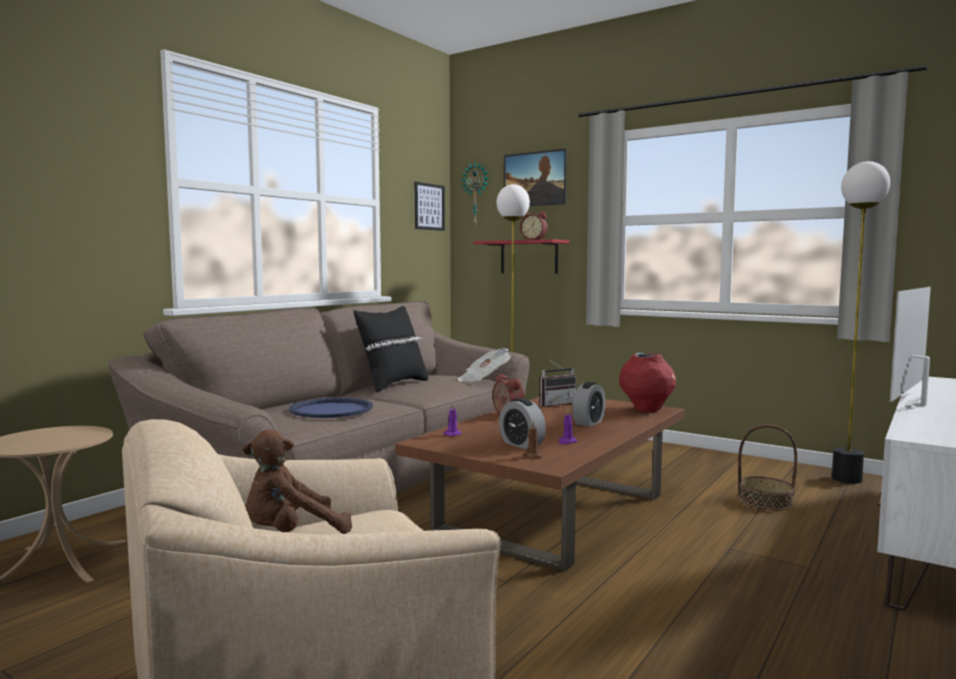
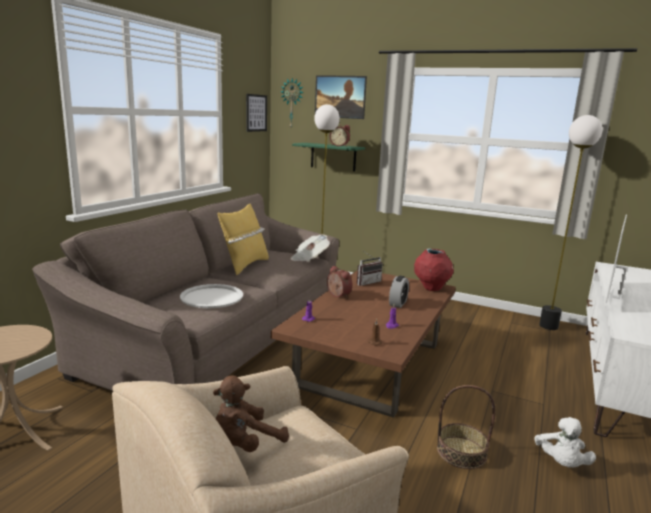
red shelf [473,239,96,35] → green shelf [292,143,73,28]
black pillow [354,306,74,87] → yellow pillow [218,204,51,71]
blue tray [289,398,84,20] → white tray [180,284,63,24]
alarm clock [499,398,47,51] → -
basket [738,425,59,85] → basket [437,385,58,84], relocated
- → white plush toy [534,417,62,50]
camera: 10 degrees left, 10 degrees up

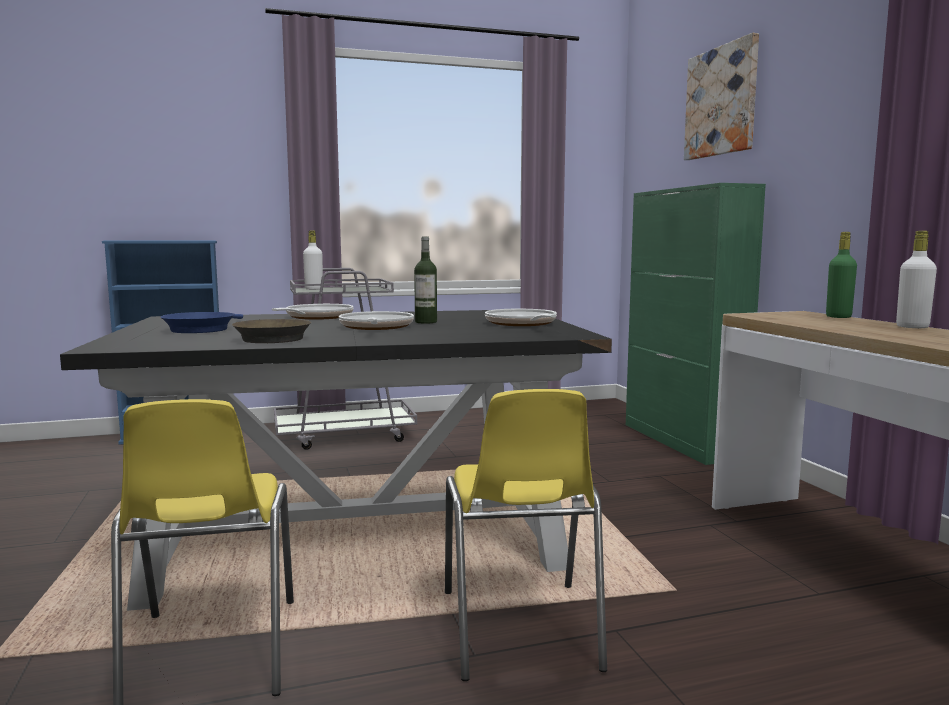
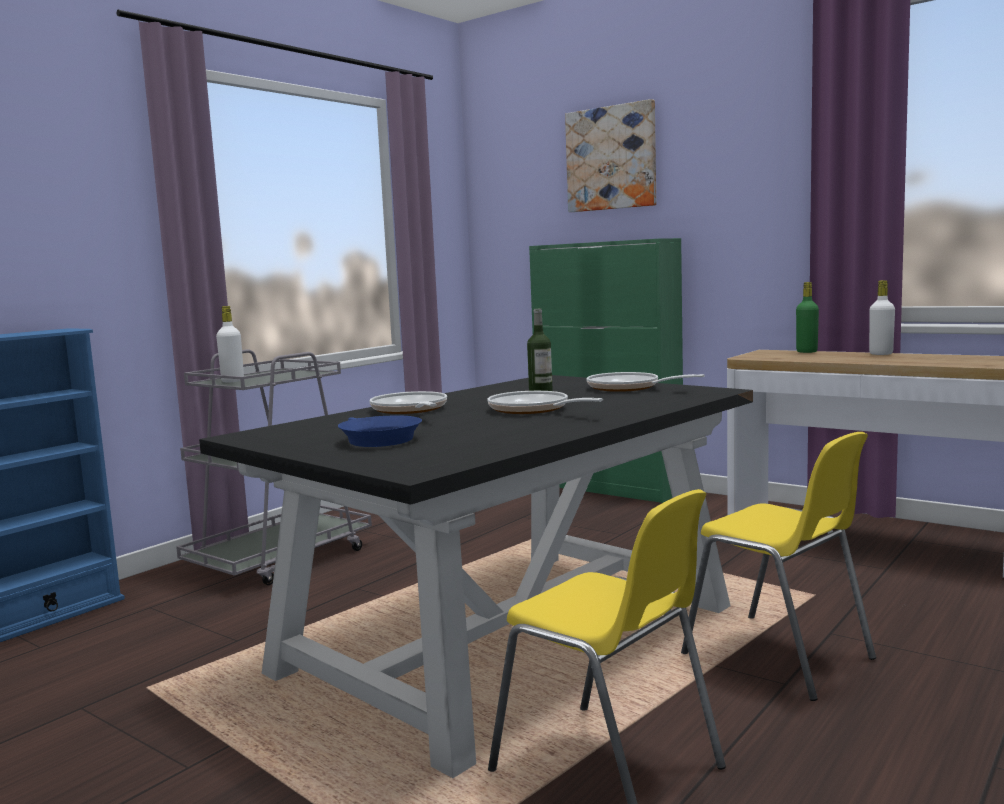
brown frying pan [232,319,80,24] → -
camera: 35 degrees left, 0 degrees up

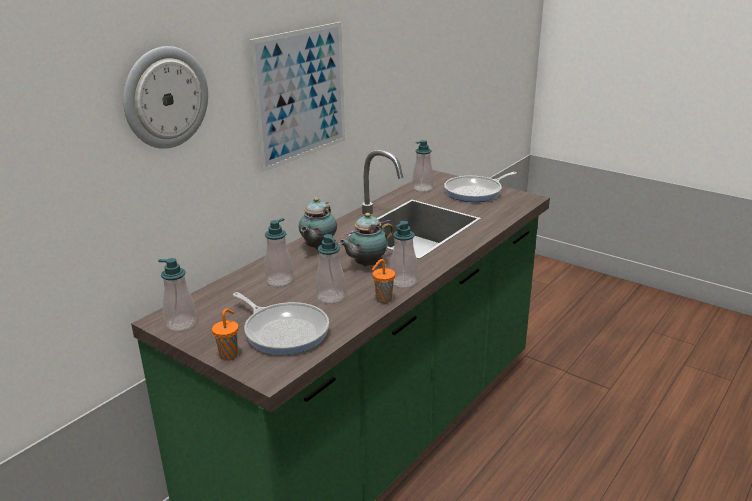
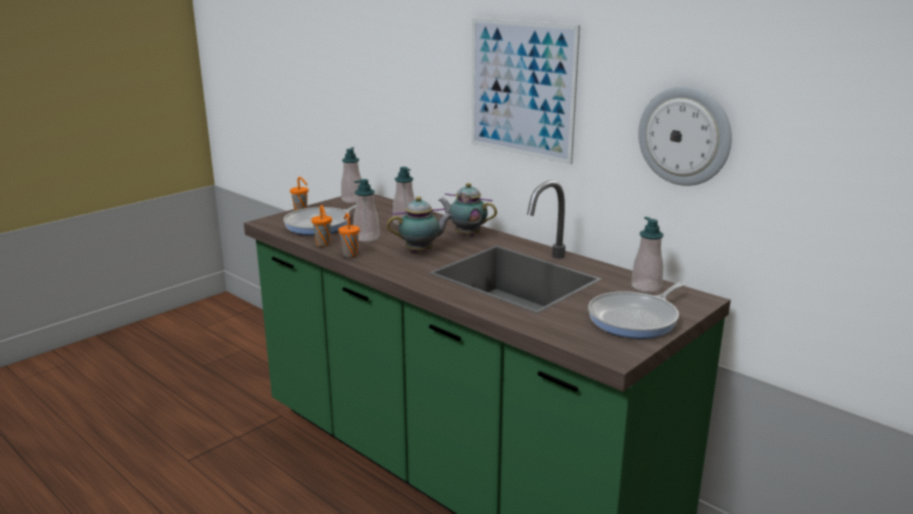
wall clock [123,46,85,103] → wall clock [638,86,94,100], relocated
frying pan [444,172,73,30] → frying pan [588,282,97,56], 105 degrees counterclockwise
teapot [338,213,56,53] → teapot [387,196,66,56], 105 degrees clockwise
soap dispenser [390,221,27,67] → -
- → orange cup [311,205,21,41]
camera: 95 degrees right, 5 degrees down

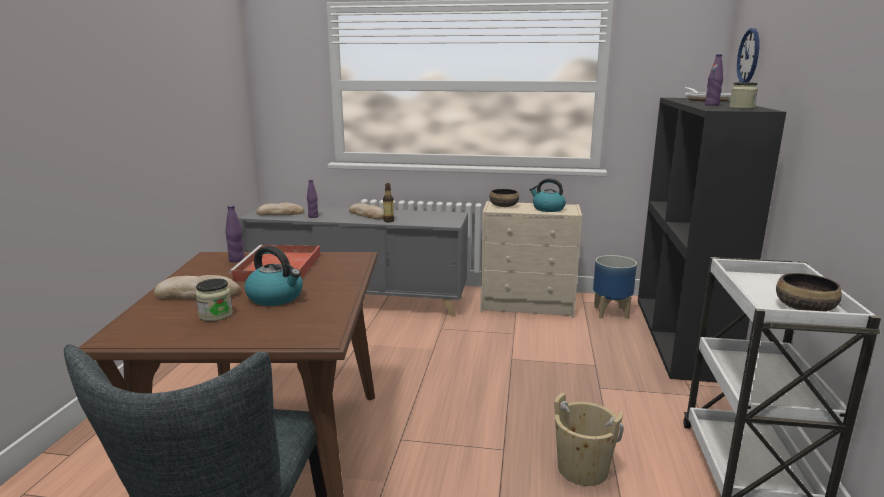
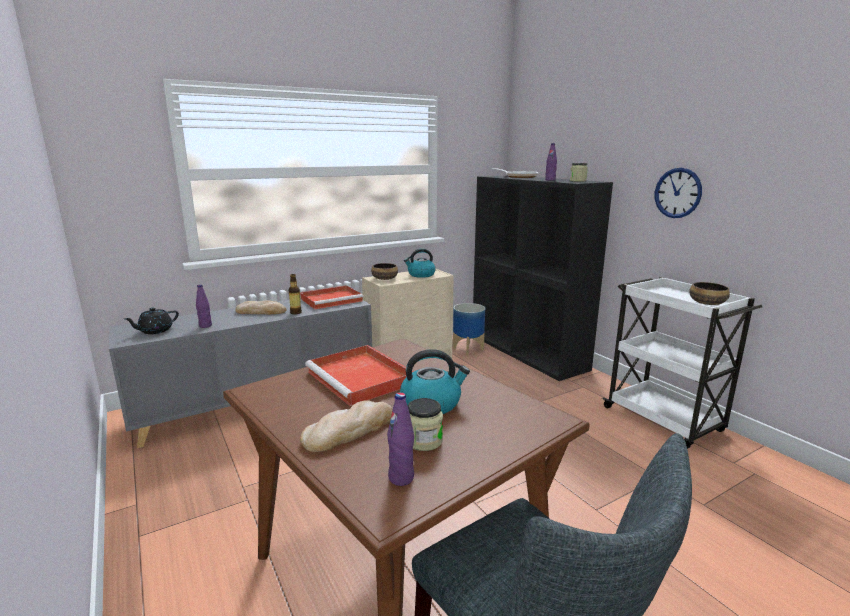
wall clock [737,28,22,54] → wall clock [655,168,47,50], relocated
bread [256,203,48,12] → black teapot [124,307,55,27]
purple bottle [225,205,20,58] → purple bottle [387,392,27,94], relocated
beige bucket [554,393,70,93] → -
- → red tray [300,285,63,24]
camera: 40 degrees left, 0 degrees up

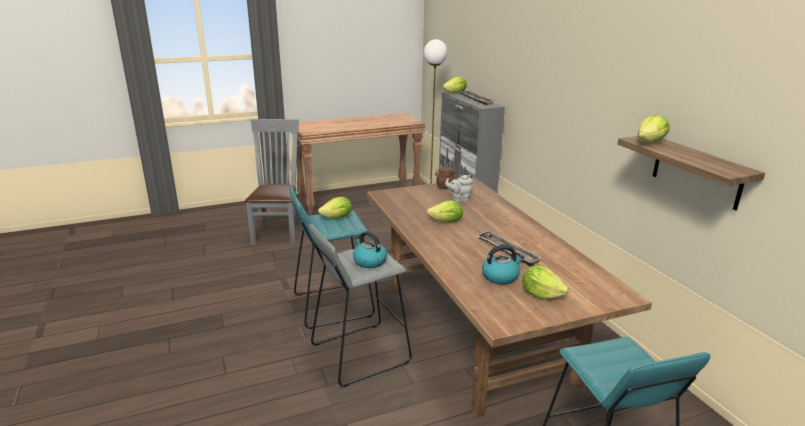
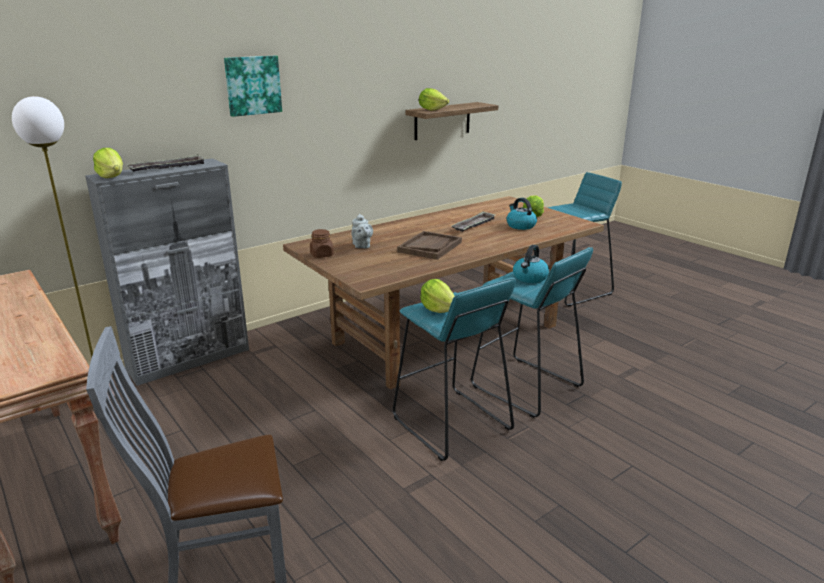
lettuce [426,200,37,23] → brown tray [397,231,65,29]
grey stool [309,224,103,163] → turquoise stool [471,247,122,171]
- → picture [224,56,58,61]
camera: 105 degrees left, 0 degrees up

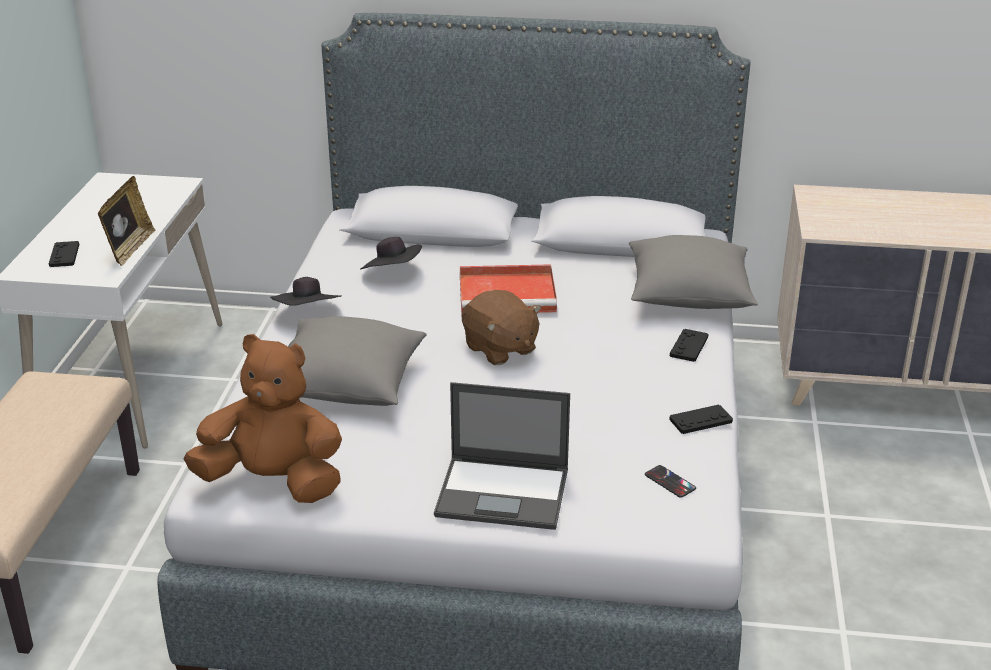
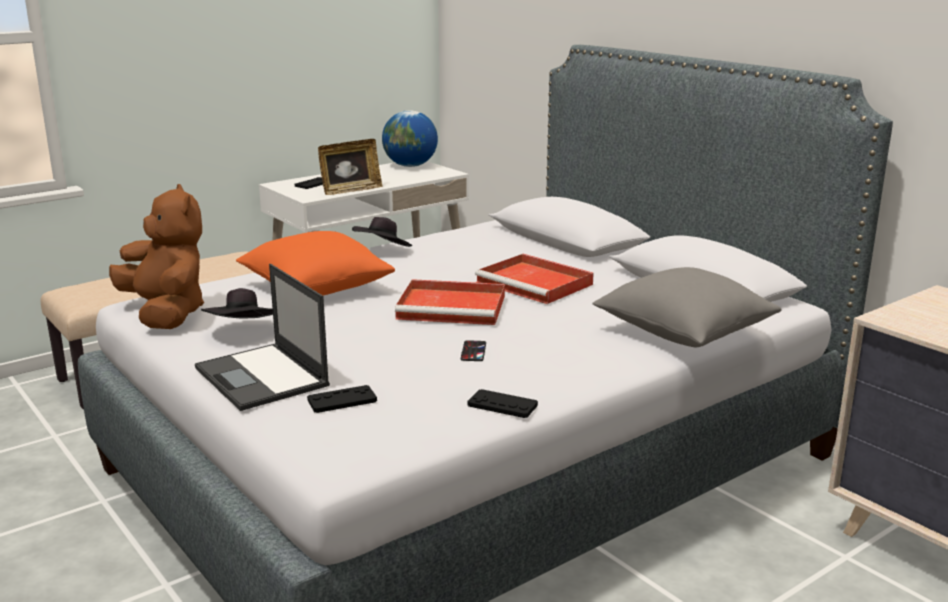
black hat [360,237,62,33] → black hat [201,288,72,30], relocated
brown plush toy [462,290,79,75] → red tray [395,279,110,46]
grey pillow [288,316,138,90] → orange pillow [236,231,159,65]
black game controller [670,329,39,33] → black game controller [307,385,70,28], relocated
phone [645,465,51,33] → phone [461,340,25,21], relocated
- → globe [382,110,56,57]
camera: 45 degrees right, 10 degrees down

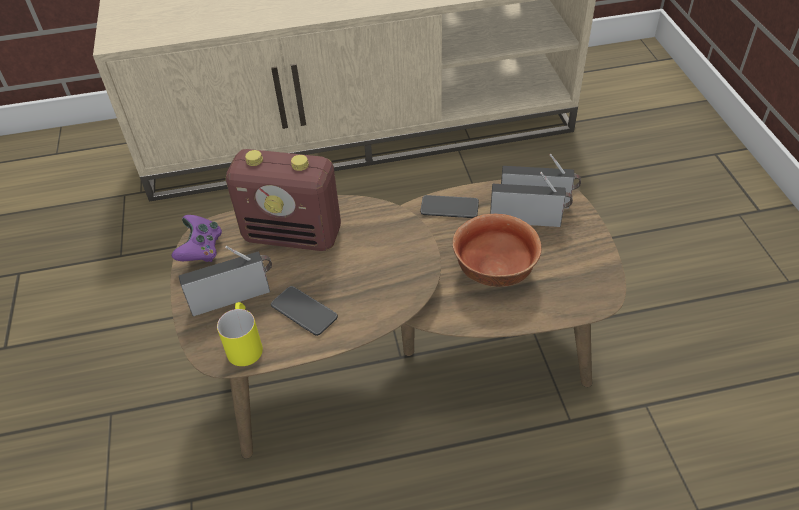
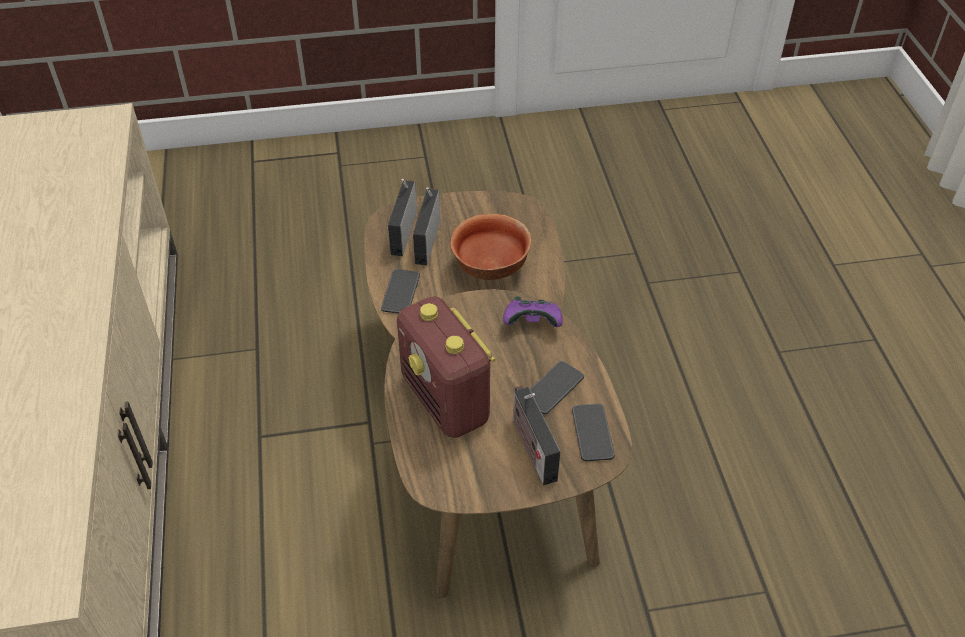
radio [226,149,115,102] → radio [397,296,99,142], 135 degrees clockwise
purple game controller [171,215,51,47] → purple game controller [503,296,60,31], relocated
yellow mug [217,302,46,64] → phone [572,404,43,57]
camera: 90 degrees left, 0 degrees up

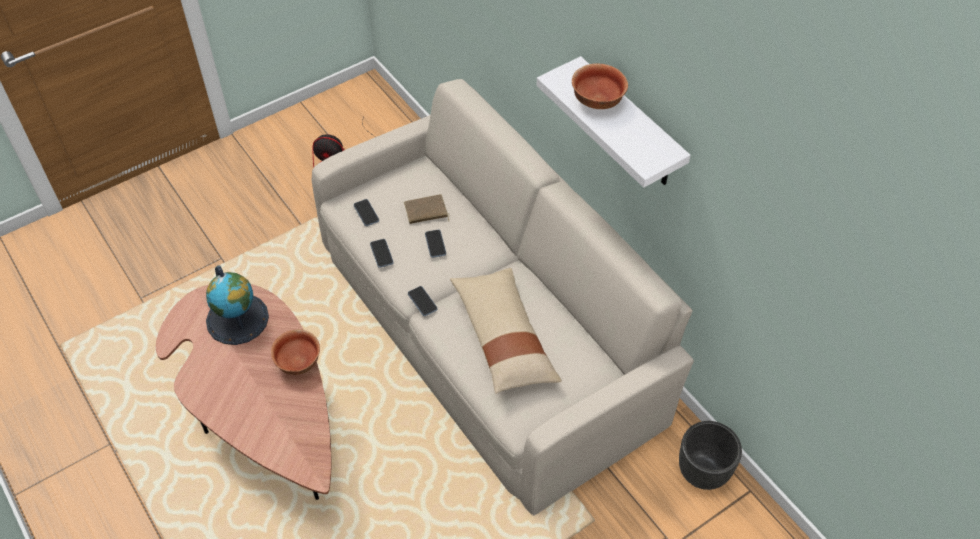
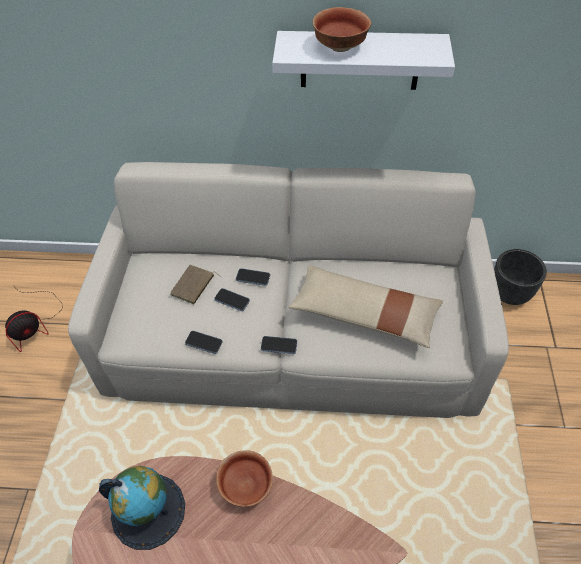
phone [354,199,25,27] → phone [236,268,34,18], relocated
camera: 50 degrees left, 0 degrees up

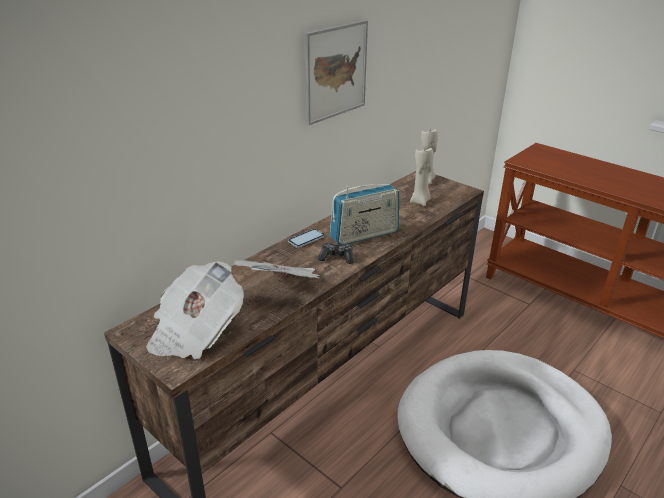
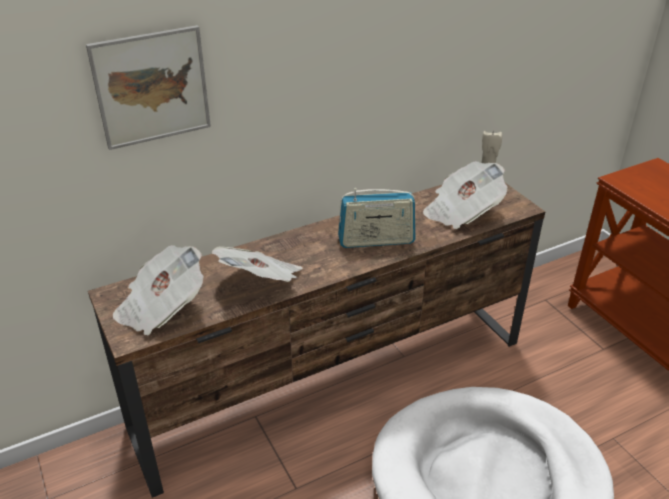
picture [305,20,63,105] → picture [86,25,125,125], relocated
beige candle [410,148,23,58] → newspaper [423,161,85,68]
phone [288,229,37,19] → -
game controller [318,243,36,21] → -
camera: 20 degrees right, 5 degrees up

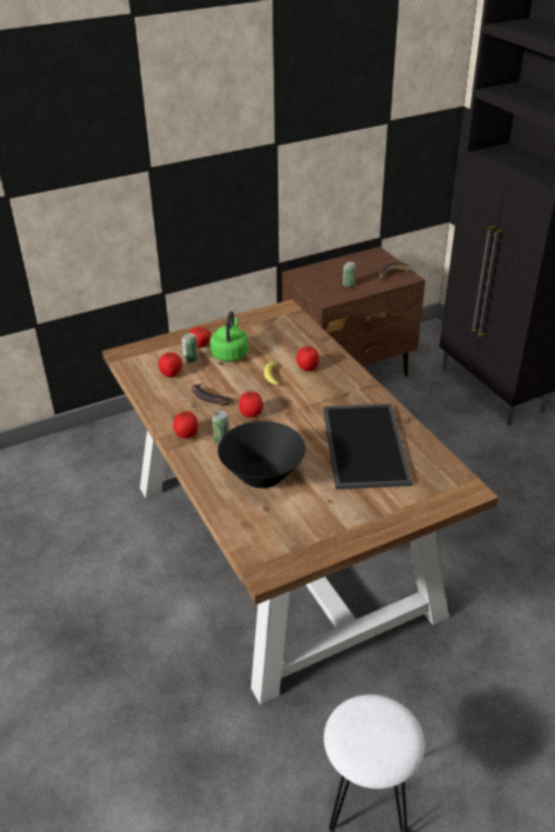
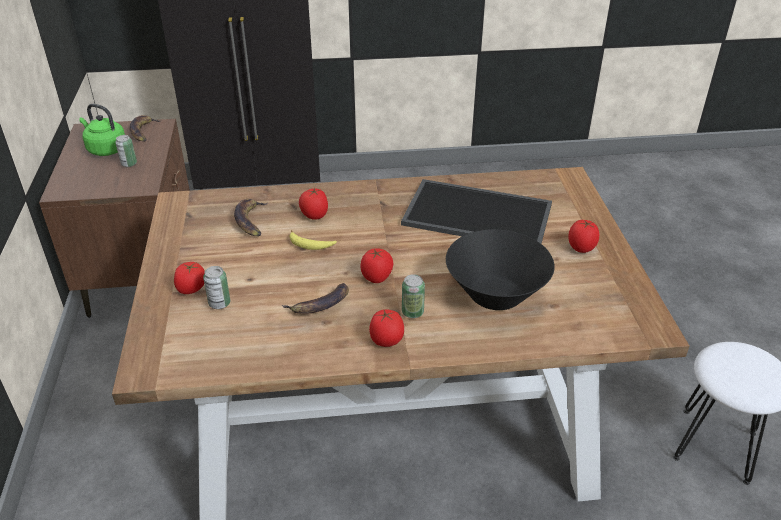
green kettle [210,311,38,51] → green kettle [79,104,46,52], relocated
tomato [158,352,24,25] → tomato [568,220,31,33], relocated
- → banana [234,199,34,37]
camera: 70 degrees left, 0 degrees up

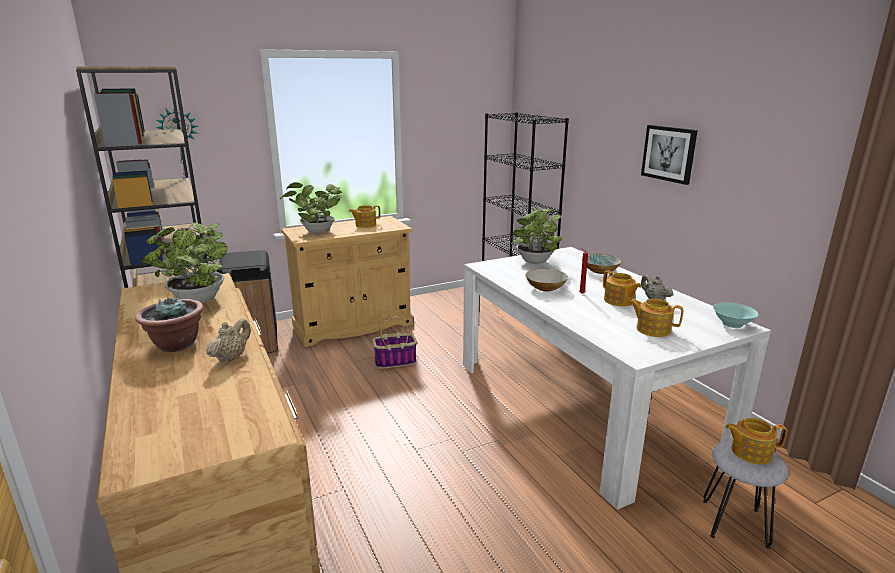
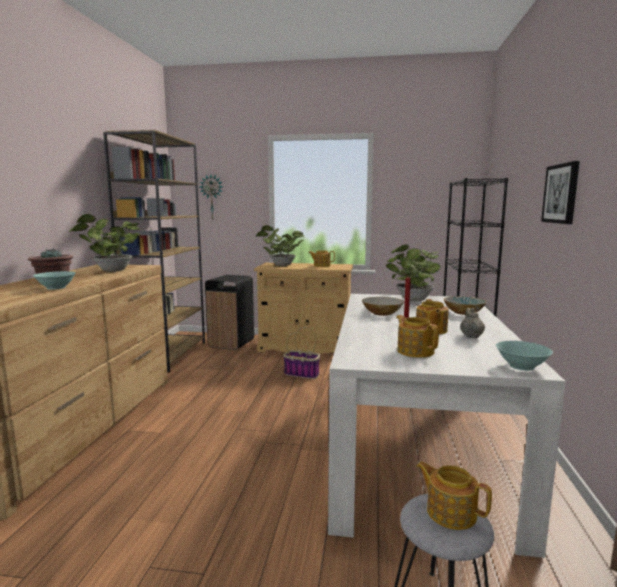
beige teapot [206,318,45,45] → turquoise bowl [33,271,43,19]
camera: 35 degrees right, 10 degrees down

